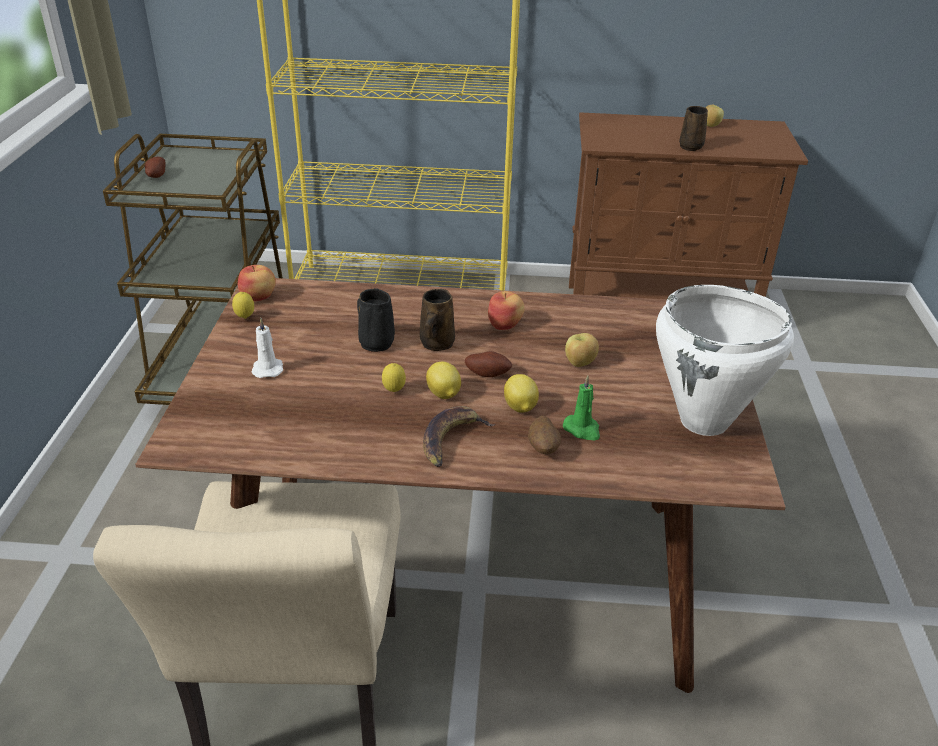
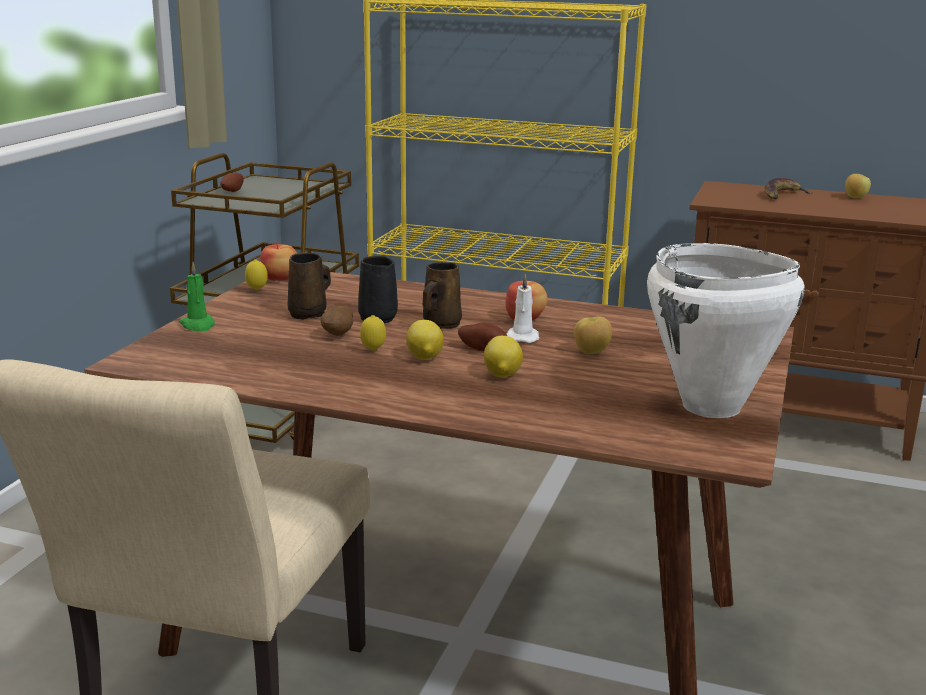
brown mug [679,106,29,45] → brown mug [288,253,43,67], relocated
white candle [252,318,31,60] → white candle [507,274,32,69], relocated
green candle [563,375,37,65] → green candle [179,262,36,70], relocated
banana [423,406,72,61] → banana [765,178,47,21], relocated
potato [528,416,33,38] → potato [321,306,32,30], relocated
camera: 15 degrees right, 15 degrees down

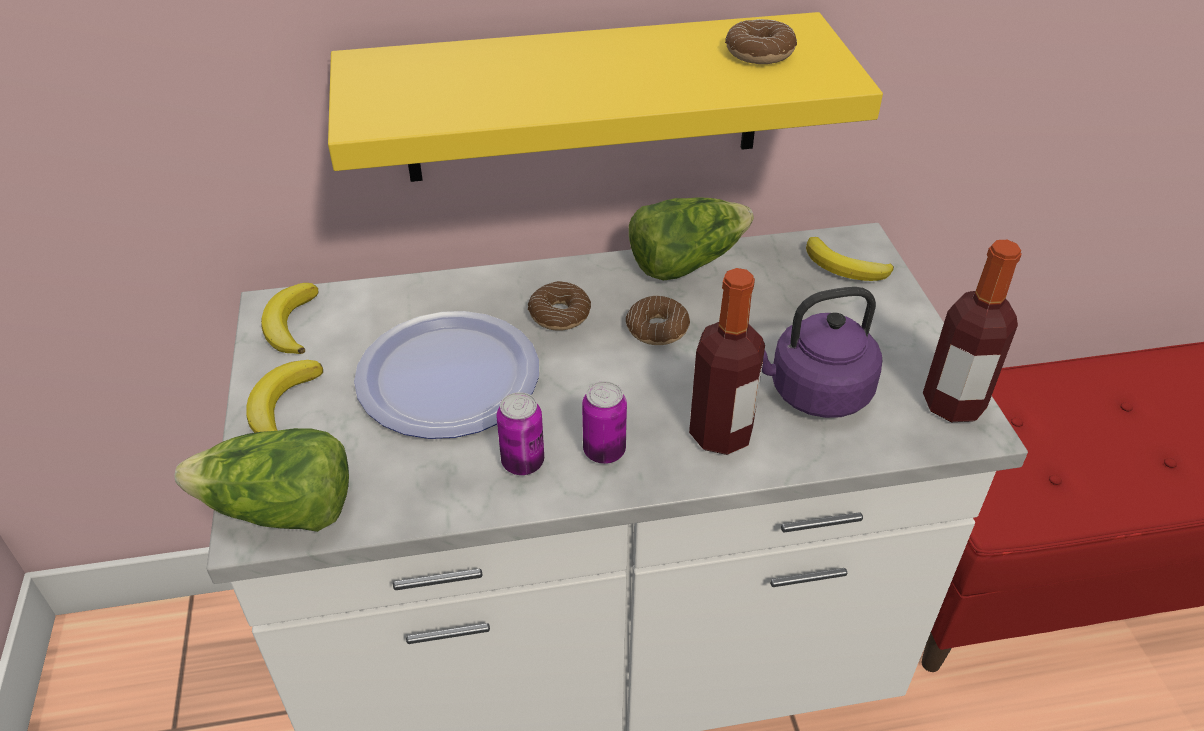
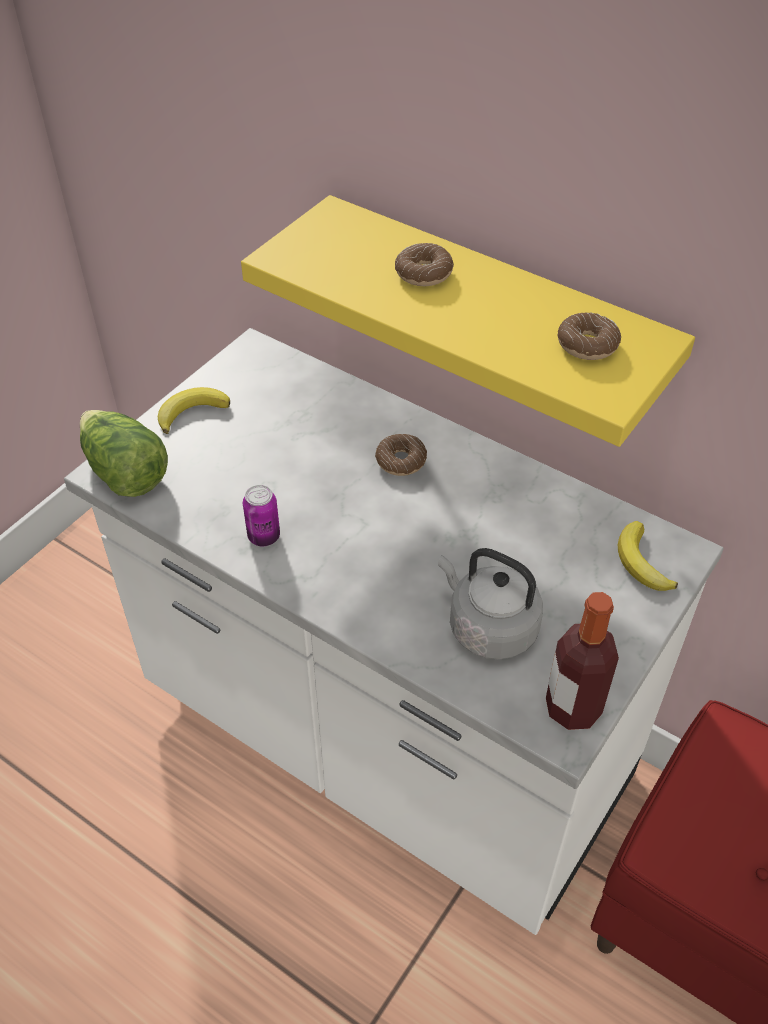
lettuce [629,198,125,83] → -
bottle [689,268,76,187] → -
banana [261,283,58,71] → -
purple kettle [762,287,120,131] → grey kettle [438,548,105,112]
donut [626,296,64,49] → donut [395,243,59,43], relocated
plate [354,311,185,128] → -
can [582,381,45,83] → -
camera: 45 degrees right, 5 degrees up

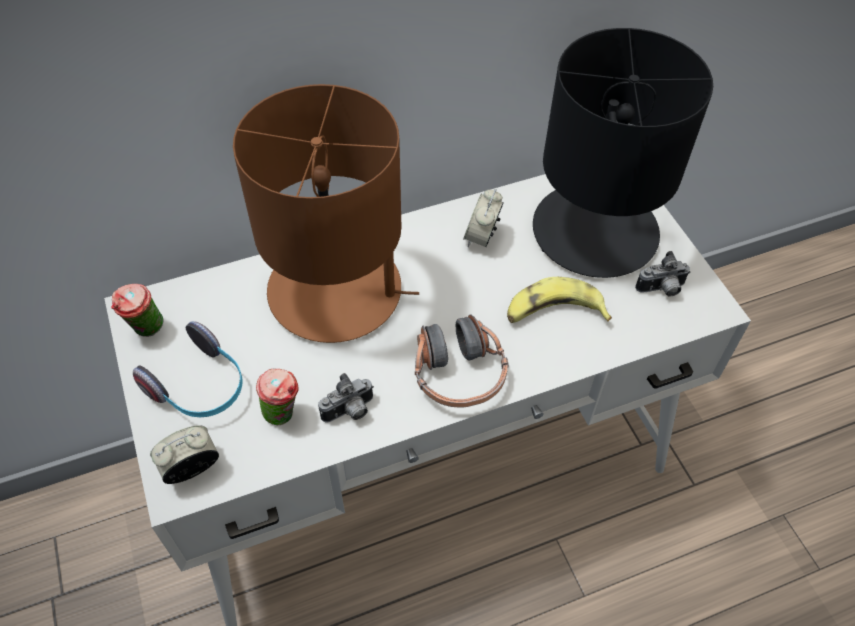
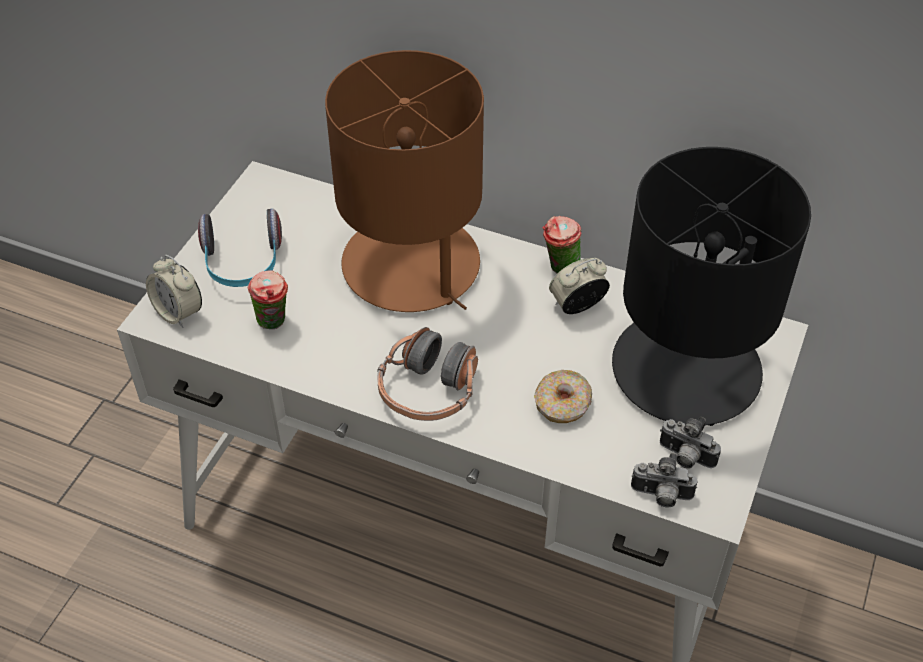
banana [507,277,105,46] → donut [534,370,58,53]
cup [111,284,52,53] → cup [542,216,39,58], relocated
photo camera [318,373,56,50] → photo camera [631,453,66,54], relocated
alarm clock [150,425,69,59] → alarm clock [146,255,56,73], 150 degrees counterclockwise
camera: 45 degrees right, 5 degrees down

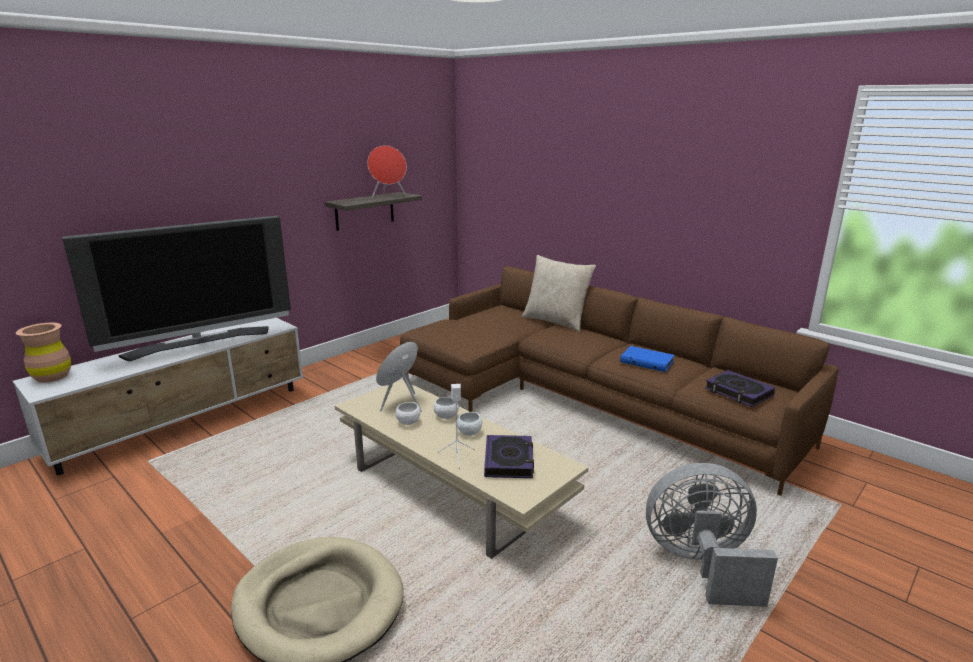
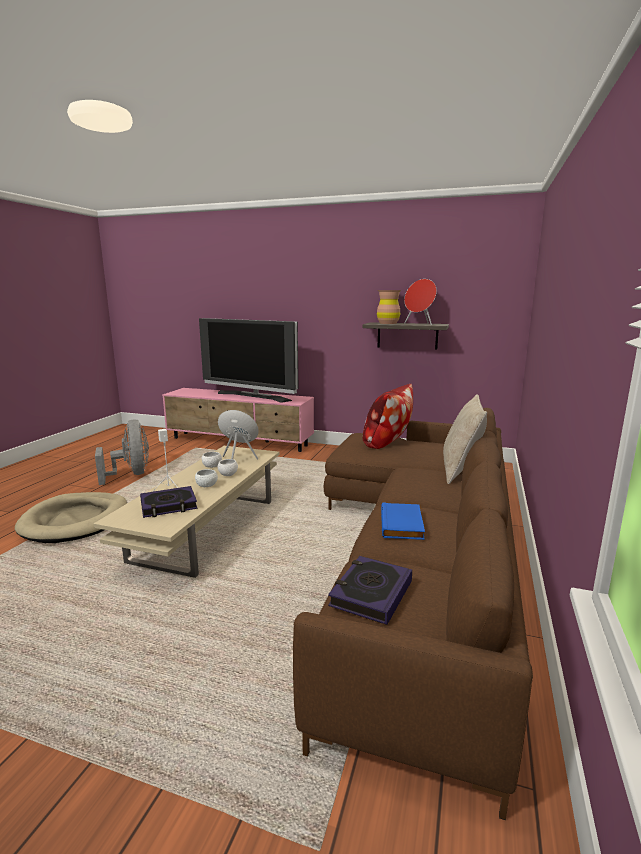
white tv stand [13,318,290,157] → pink tv stand [162,388,152,64]
brown vase [16,323,55,60] → brown vase [377,290,24,34], relocated
grey fan [646,463,132,144] → grey fan [95,419,54,66], relocated
- → pillow [363,384,50,65]
camera: 65 degrees right, 5 degrees down

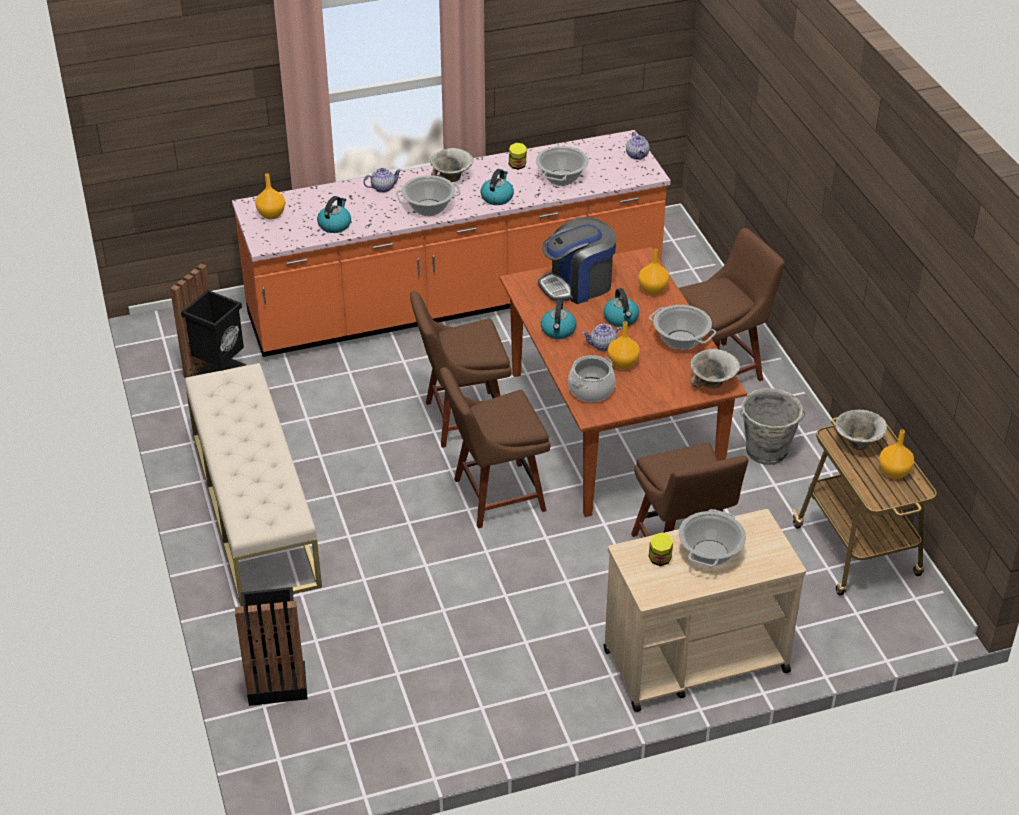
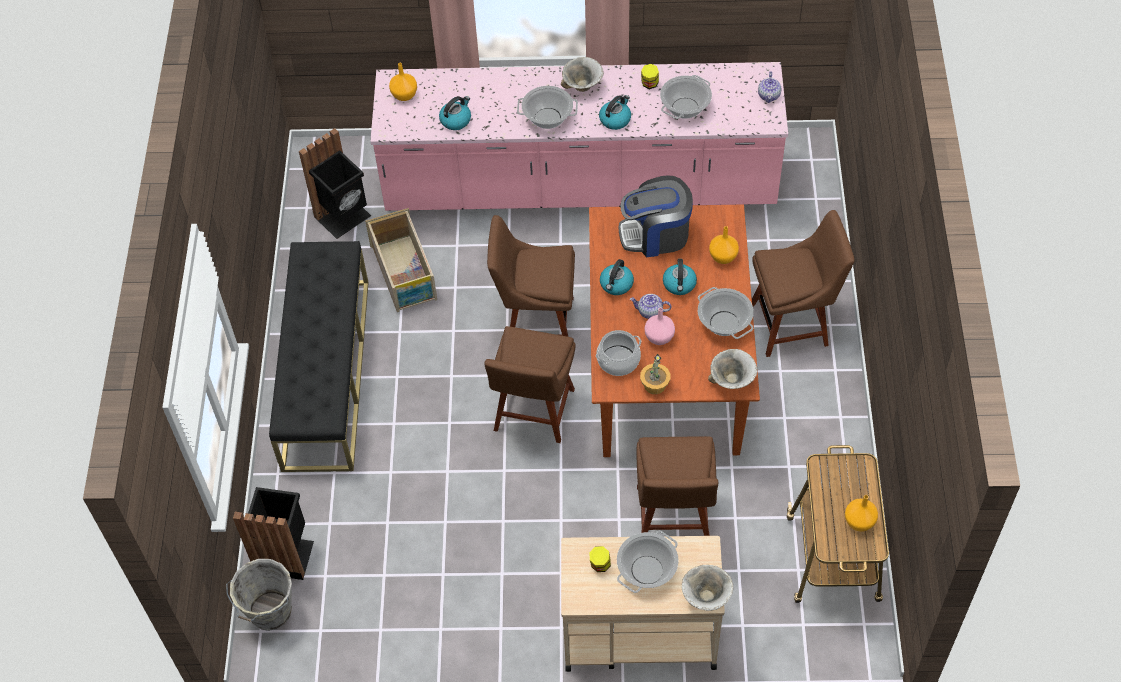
orange counter [232,130,439,227] → pink counter [370,62,418,149]
teapot [363,168,39,25] → -
orange vase [607,322,33,48] → pink vase [645,308,30,37]
beige bench [185,363,137,243] → black bench [269,241,100,231]
brown chair [440,367,111,161] → brown chair [484,326,92,117], 75 degrees counterclockwise
grey bucket [740,388,66,77] → grey bucket [226,559,66,72], relocated
bowl [835,409,52,41] → bowl [681,565,52,46], relocated
- → crate [365,208,72,104]
- → potted plant [640,354,31,40]
camera: 20 degrees right, 15 degrees up

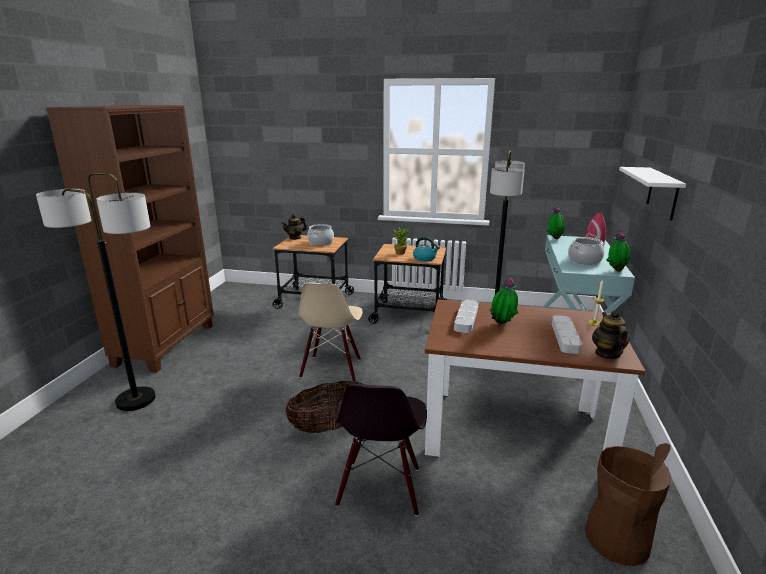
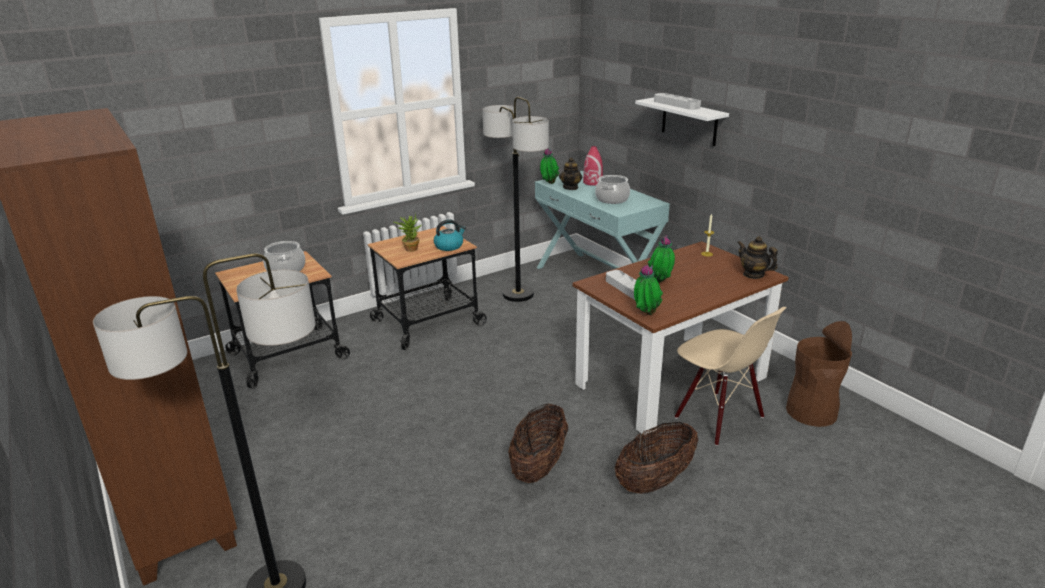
teapot [281,214,26,26] → teapot [559,158,23,32], relocated
potted plant [606,232,25,40] → potted plant [634,265,29,50], relocated
beige chair [298,282,65,100] → beige chair [675,307,112,139], relocated
grey tray [552,315,30,39] → grey tray [654,93,47,17], relocated
black chair [335,384,92,132] → basket [615,421,83,73]
camera: 45 degrees left, 5 degrees up

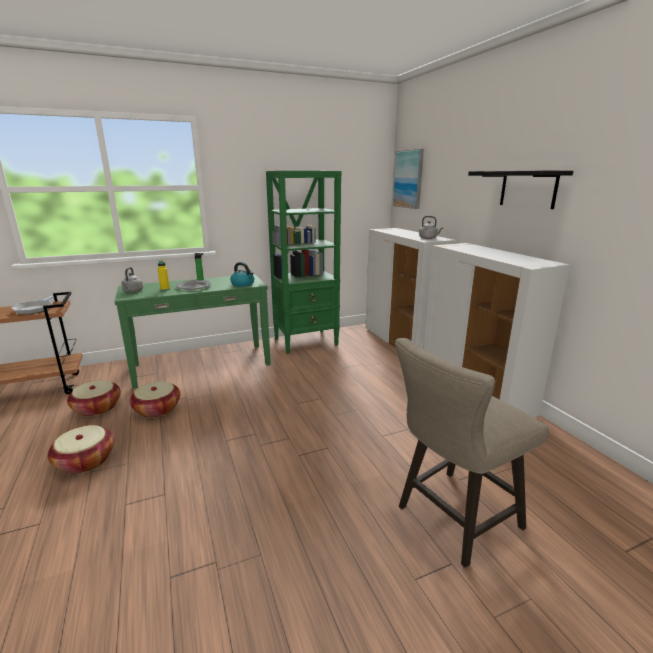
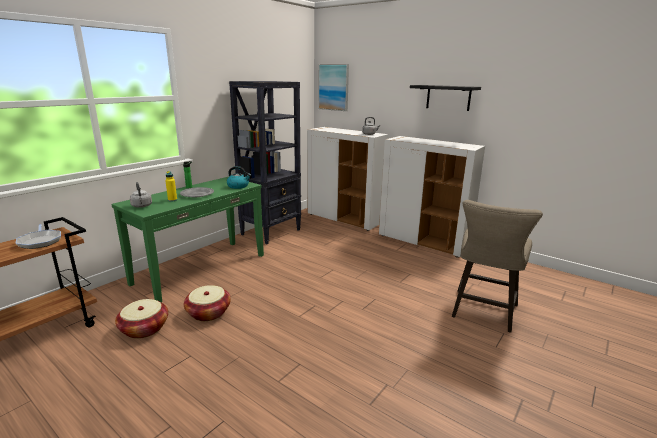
green bookcase [266,171,76,183] → black bookcase [229,81,72,163]
basket [48,425,66,49] → -
camera: 30 degrees left, 0 degrees up

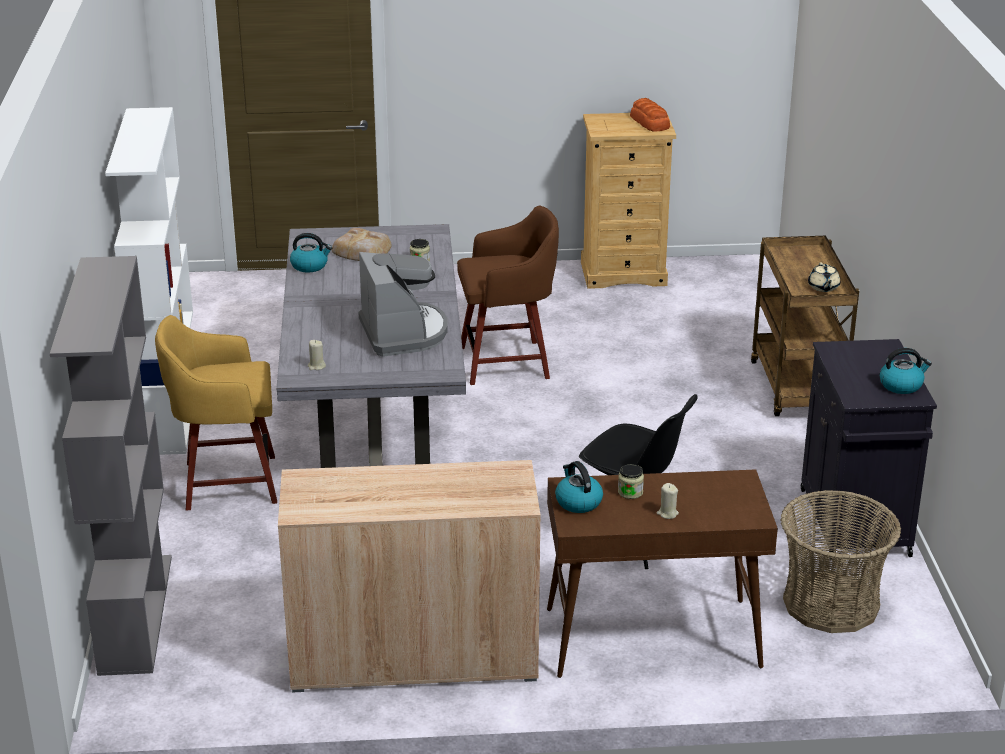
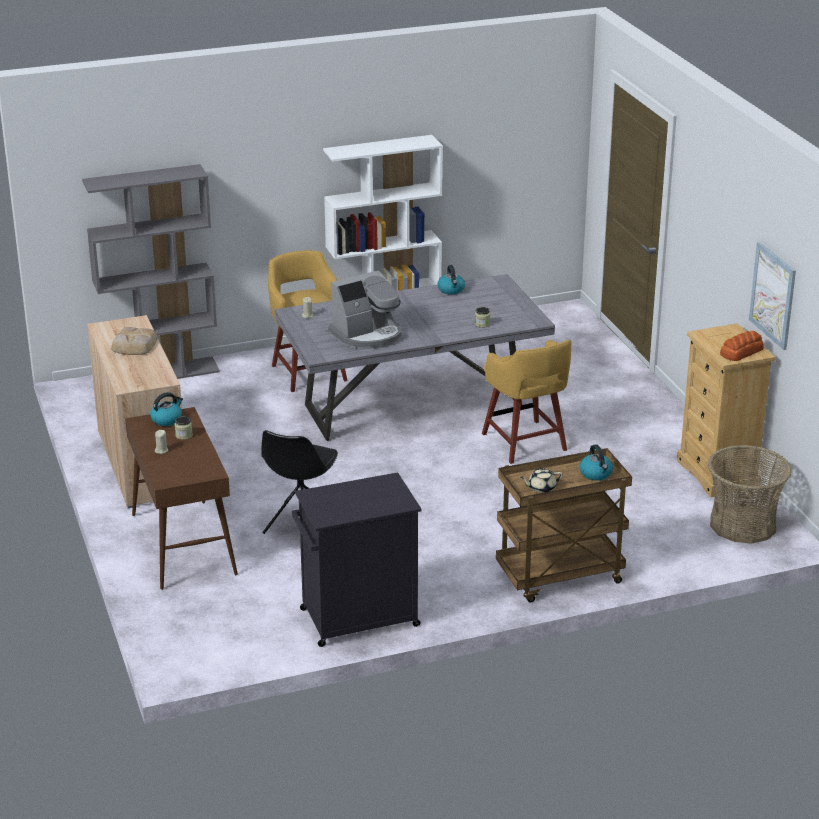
brown stool [457,206,102,179] → yellow stool [482,340,90,124]
bread [332,228,60,33] → bread [111,327,47,28], relocated
kettle [879,348,53,46] → kettle [580,444,33,37], relocated
basket [781,490,120,143] → basket [708,445,84,99], relocated
- → picture [749,242,47,108]
camera: 75 degrees right, 0 degrees up

